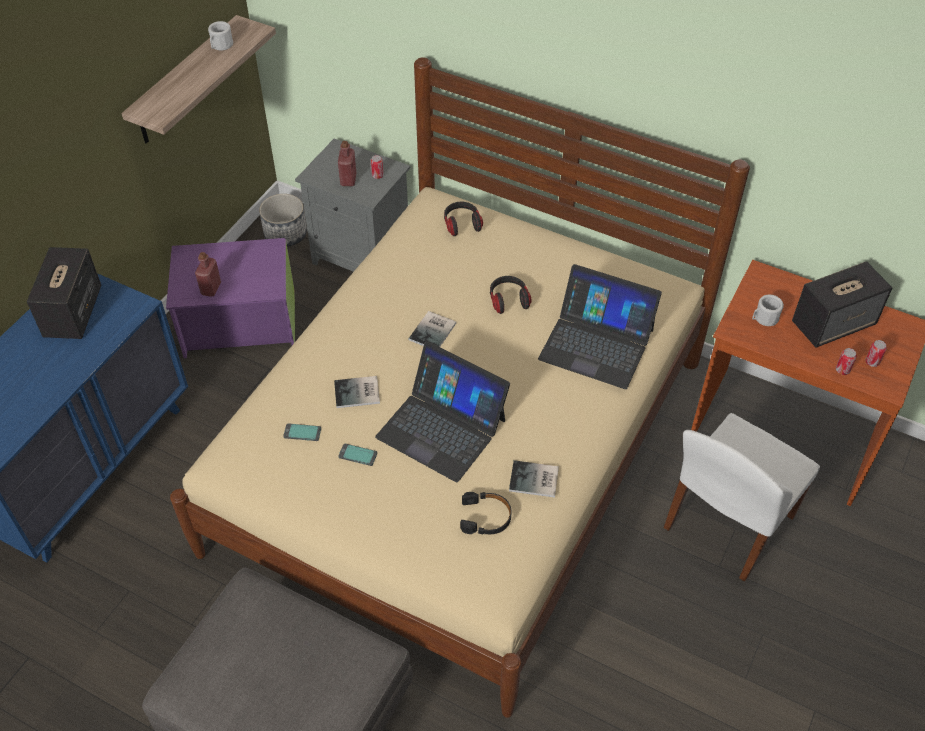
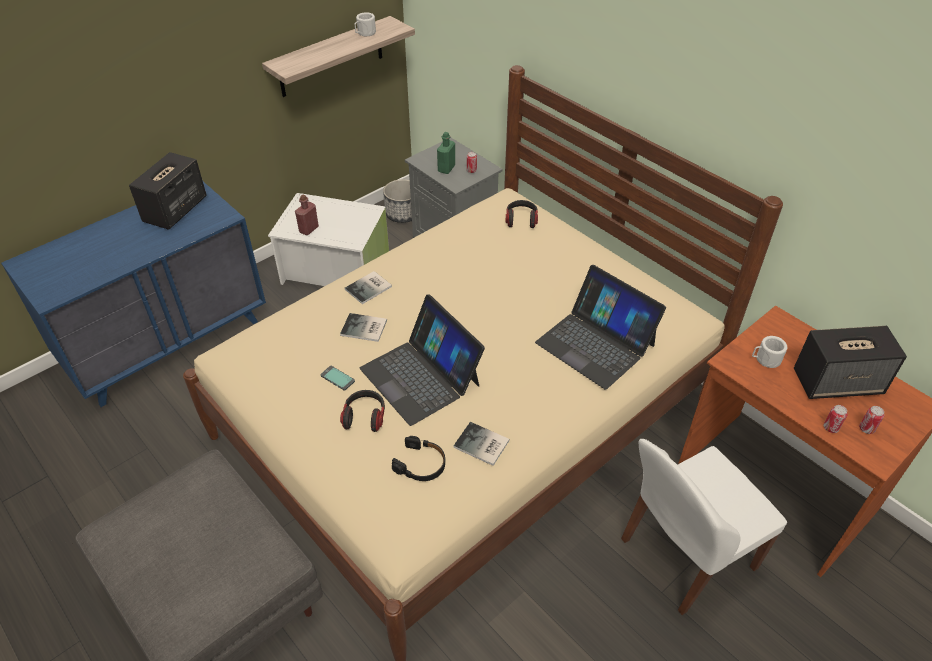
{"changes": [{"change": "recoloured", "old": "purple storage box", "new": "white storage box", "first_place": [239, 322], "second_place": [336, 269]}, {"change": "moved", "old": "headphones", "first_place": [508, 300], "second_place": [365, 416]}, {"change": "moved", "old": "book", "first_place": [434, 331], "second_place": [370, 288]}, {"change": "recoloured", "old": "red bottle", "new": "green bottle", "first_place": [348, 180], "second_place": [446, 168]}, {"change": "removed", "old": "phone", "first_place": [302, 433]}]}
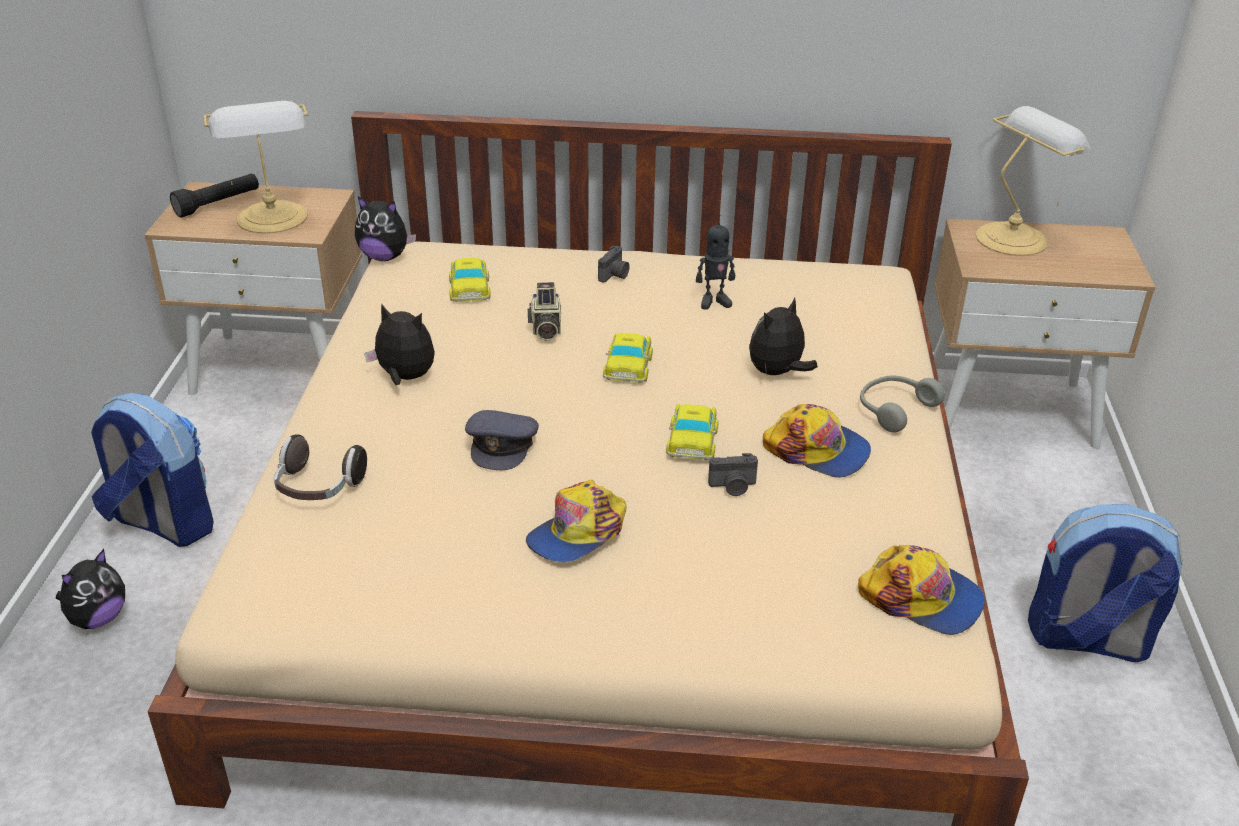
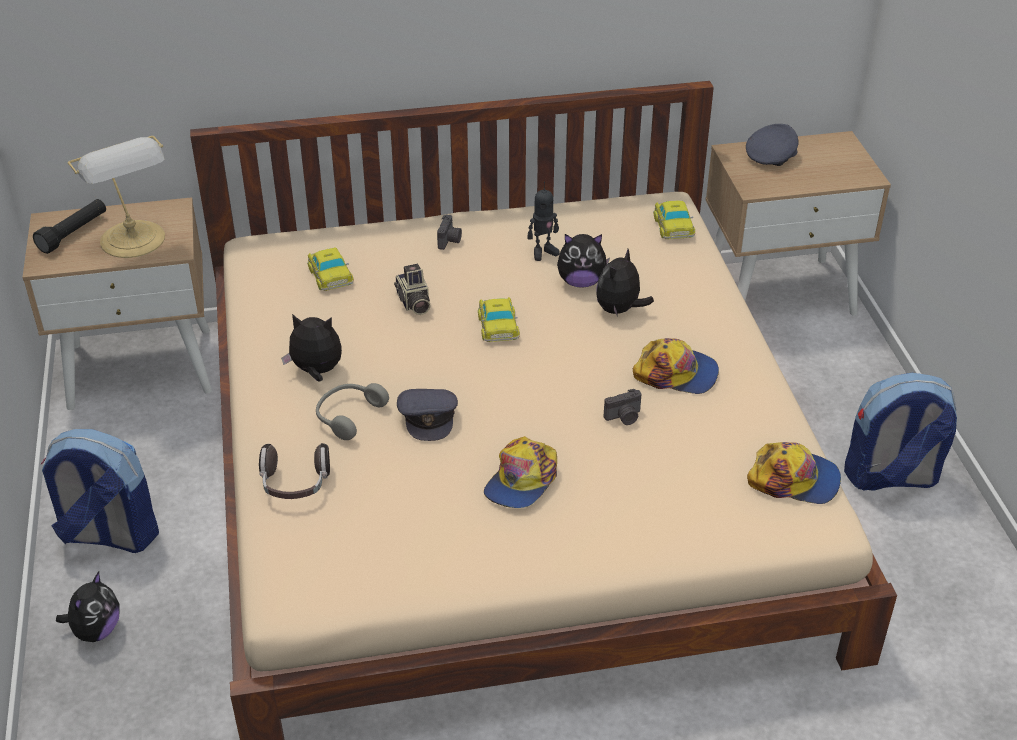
{"changes": [{"change": "moved", "old": "grey headphones", "first_place": [894, 409], "second_place": [348, 415]}, {"change": "moved", "old": "plush toy", "first_place": [385, 257], "second_place": [581, 282]}, {"change": "moved", "old": "toy car", "first_place": [692, 439], "second_place": [673, 225]}, {"change": "replaced", "old": "table lamp", "new": "grey cap", "first_place": [1014, 238], "second_place": [771, 155]}]}
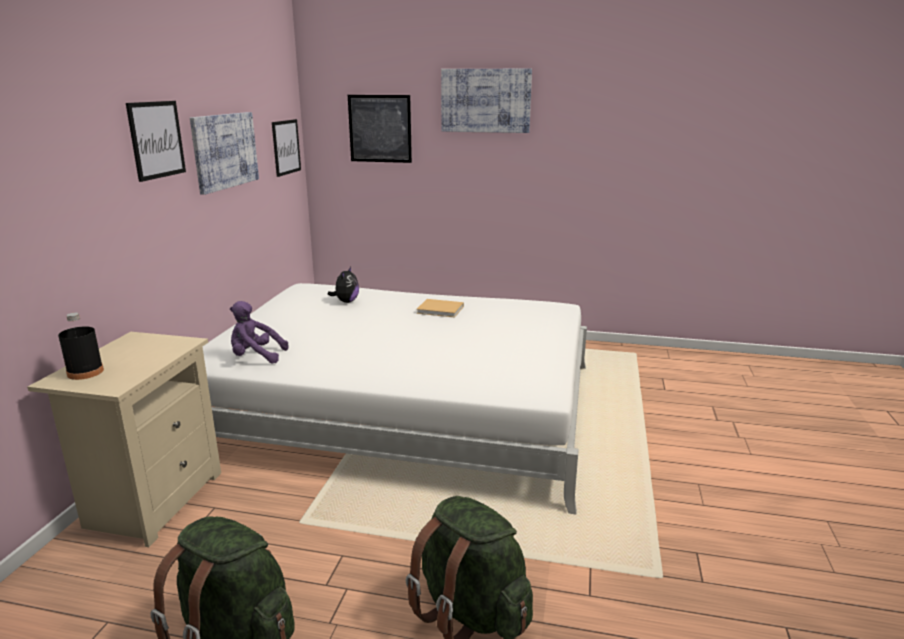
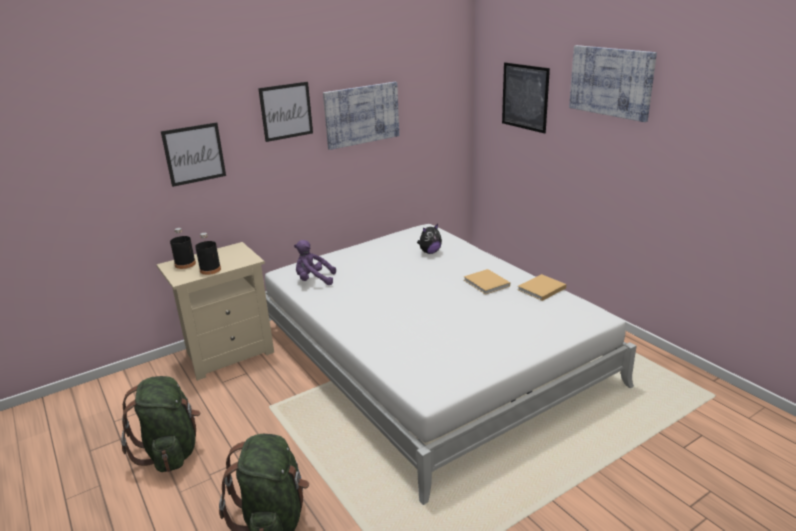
{"changes": [{"change": "moved", "old": "picture", "first_place": [286, 147], "second_place": [194, 154]}, {"change": "added", "new": "black bottle", "second_place": [210, 270]}, {"change": "turned", "old": "purple plush toy", "first_place": [256, 357], "second_place": [314, 280], "degrees": -45}, {"change": "added", "new": "beige book", "second_place": [540, 289]}]}
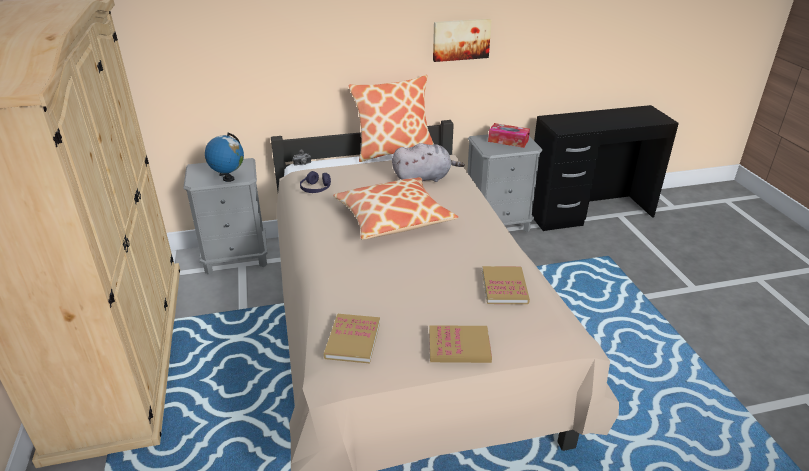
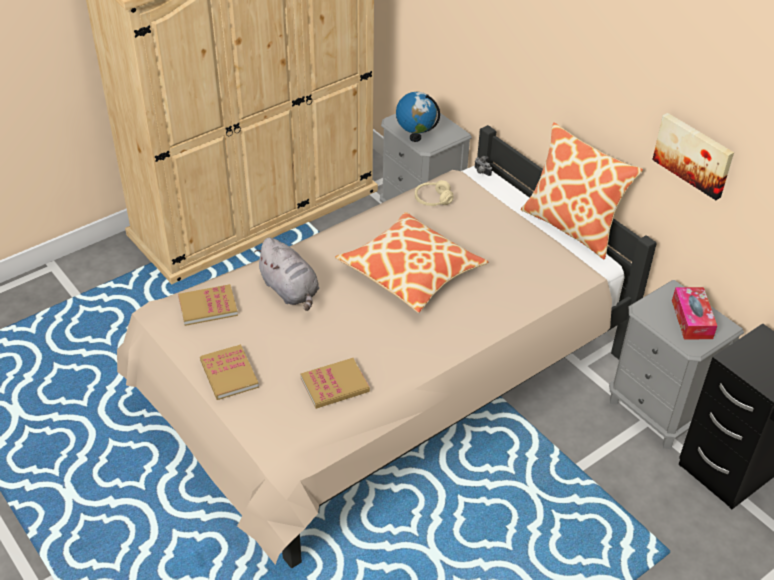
{"changes": [{"change": "moved", "old": "grey plush toy", "first_place": [424, 178], "second_place": [290, 291]}, {"change": "recoloured", "old": "purple headphones", "new": "beige headphones", "first_place": [316, 189], "second_place": [433, 199]}]}
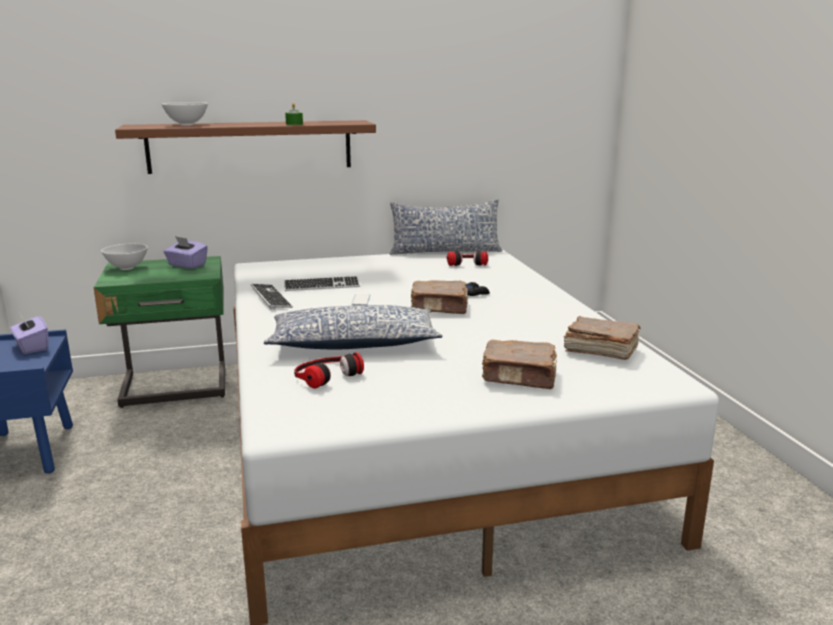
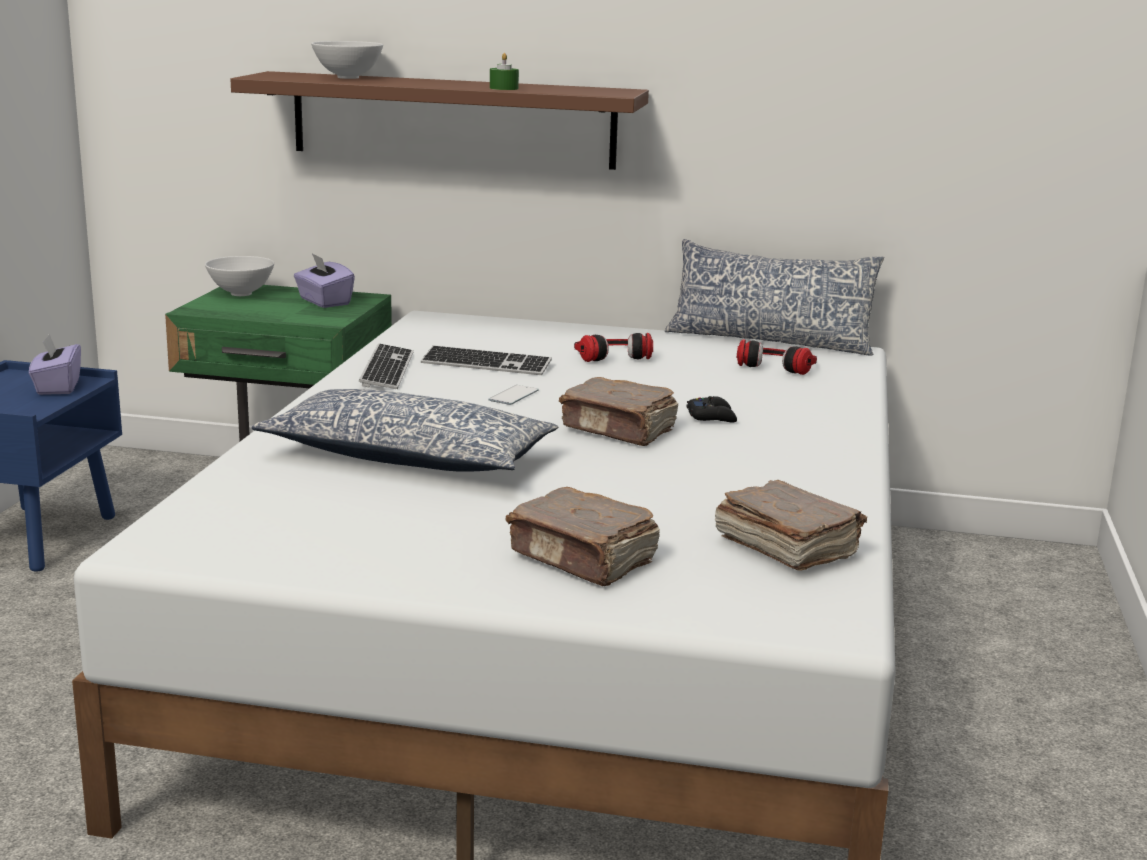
{"changes": [{"change": "moved", "old": "headphones", "first_place": [325, 374], "second_place": [611, 354]}]}
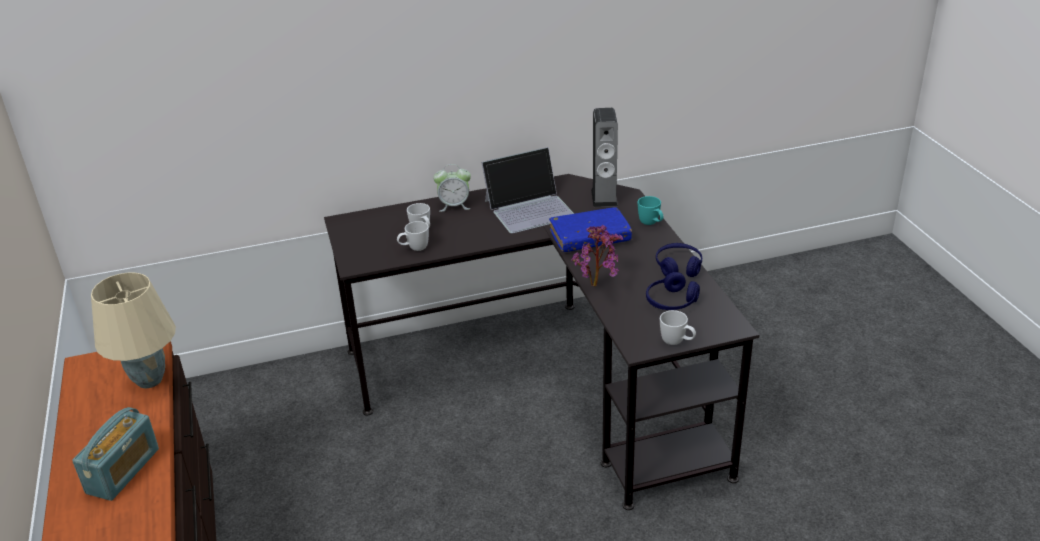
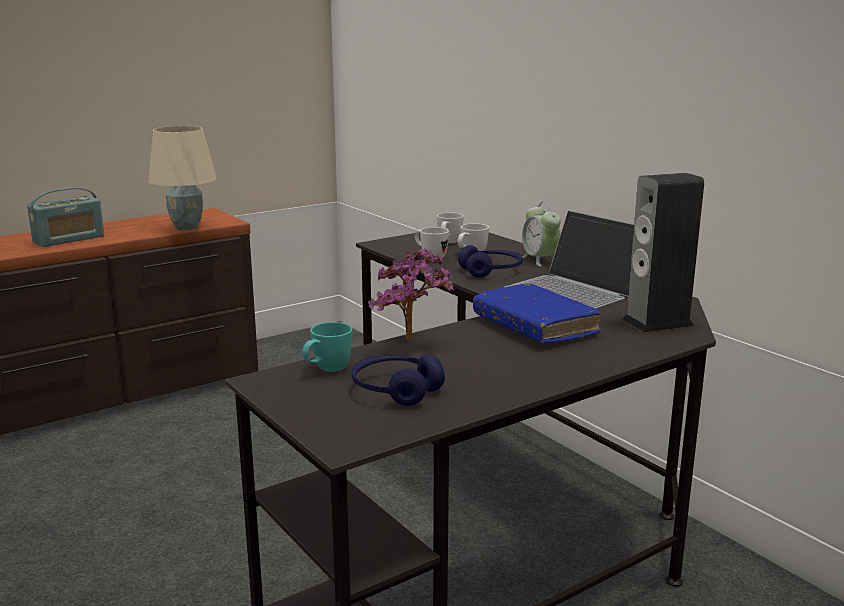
{"changes": [{"change": "turned", "old": "radio", "first_place": [123, 471], "second_place": [69, 239], "degrees": -45}, {"change": "moved", "old": "turquoise mug", "first_place": [651, 224], "second_place": [326, 371]}, {"change": "moved", "old": "white mug", "first_place": [677, 342], "second_place": [448, 243]}, {"change": "moved", "old": "blue headphones", "first_place": [678, 267], "second_place": [491, 271]}]}
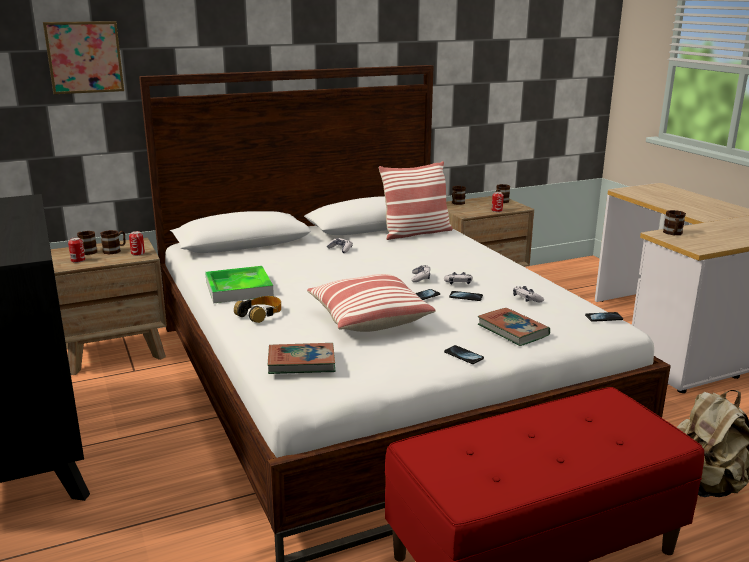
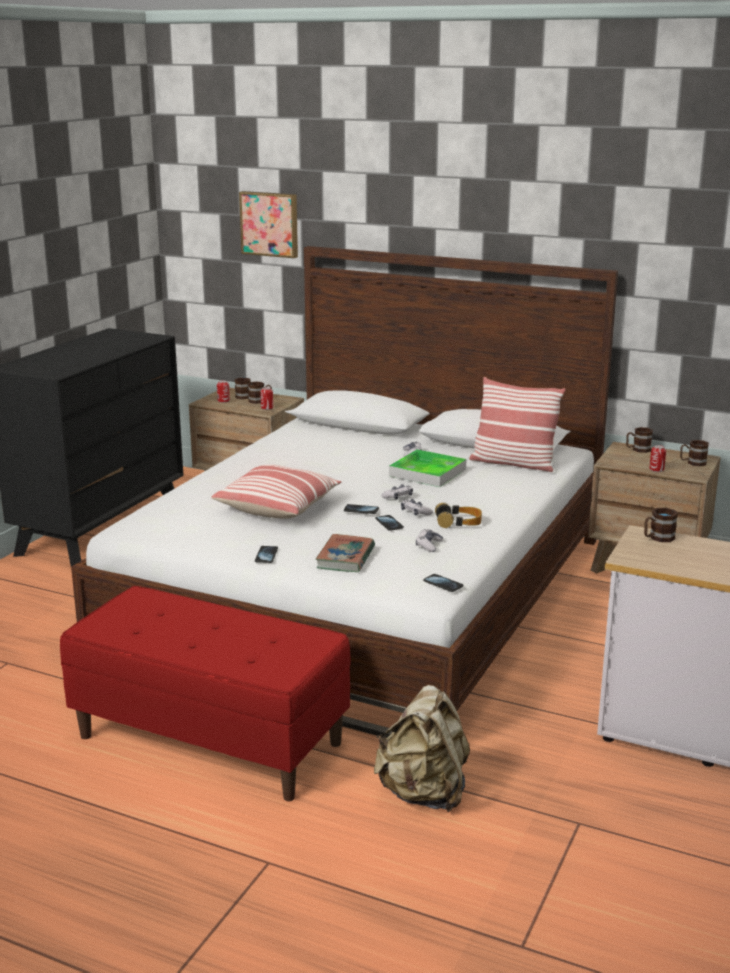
{"changes": [{"change": "moved", "old": "tray", "first_place": [239, 289], "second_place": [427, 473]}, {"change": "moved", "old": "headphones", "first_place": [260, 314], "second_place": [458, 522]}, {"change": "removed", "old": "book", "first_place": [301, 363]}]}
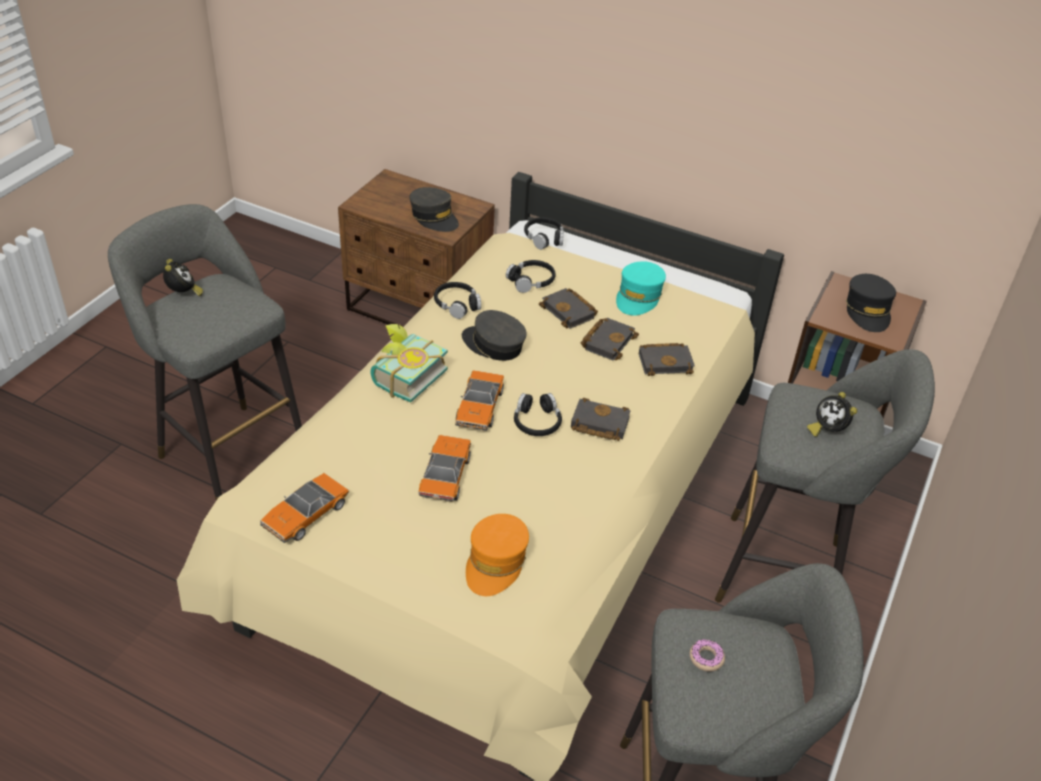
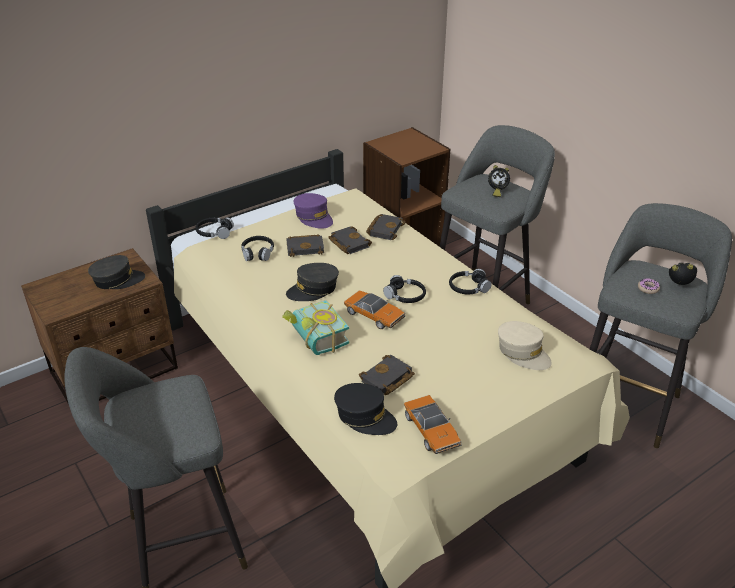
{"changes": [{"change": "recoloured", "old": "turquoise cap", "new": "purple cap", "first_place": [639, 296], "second_place": [314, 217]}, {"change": "moved", "old": "black cap", "first_place": [868, 311], "second_place": [365, 416]}, {"change": "moved", "old": "black book", "first_place": [598, 424], "second_place": [387, 379]}, {"change": "moved", "old": "black headphones", "first_place": [457, 304], "second_place": [468, 288]}, {"change": "recoloured", "old": "orange cap", "new": "beige cap", "first_place": [496, 562], "second_place": [523, 352]}, {"change": "moved", "old": "alarm clock", "first_place": [184, 294], "second_place": [679, 285]}, {"change": "removed", "old": "toy car", "first_place": [445, 475]}]}
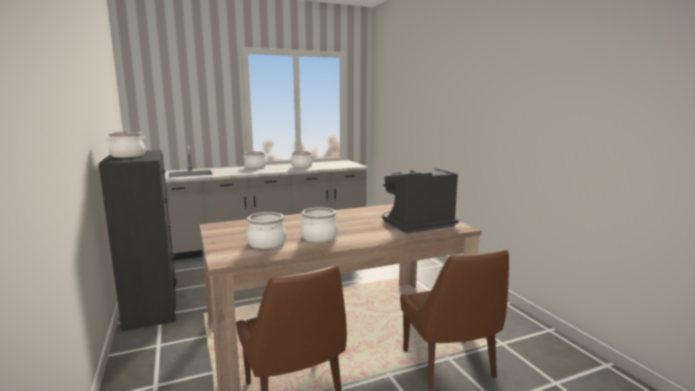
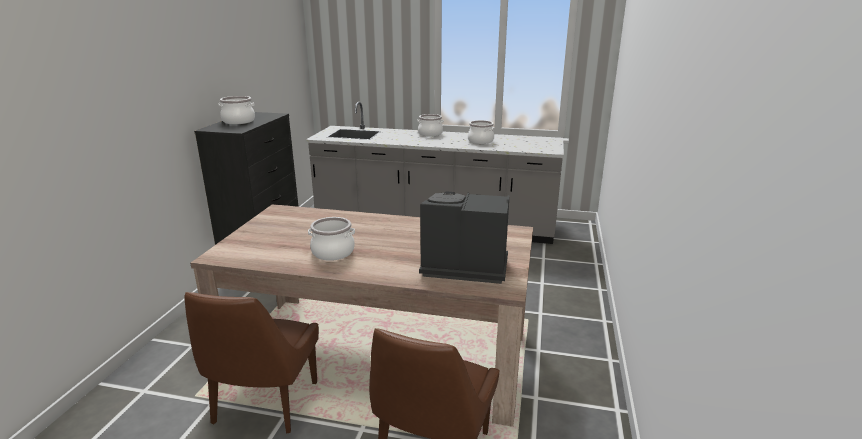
{"changes": [{"change": "removed", "old": "cooking pot", "first_place": [266, 243]}]}
